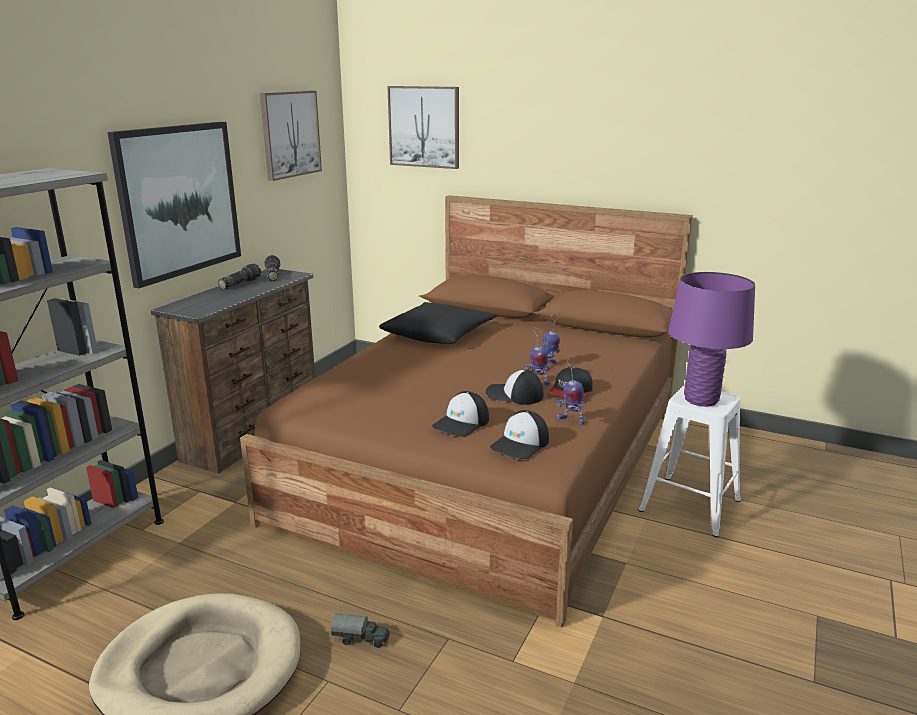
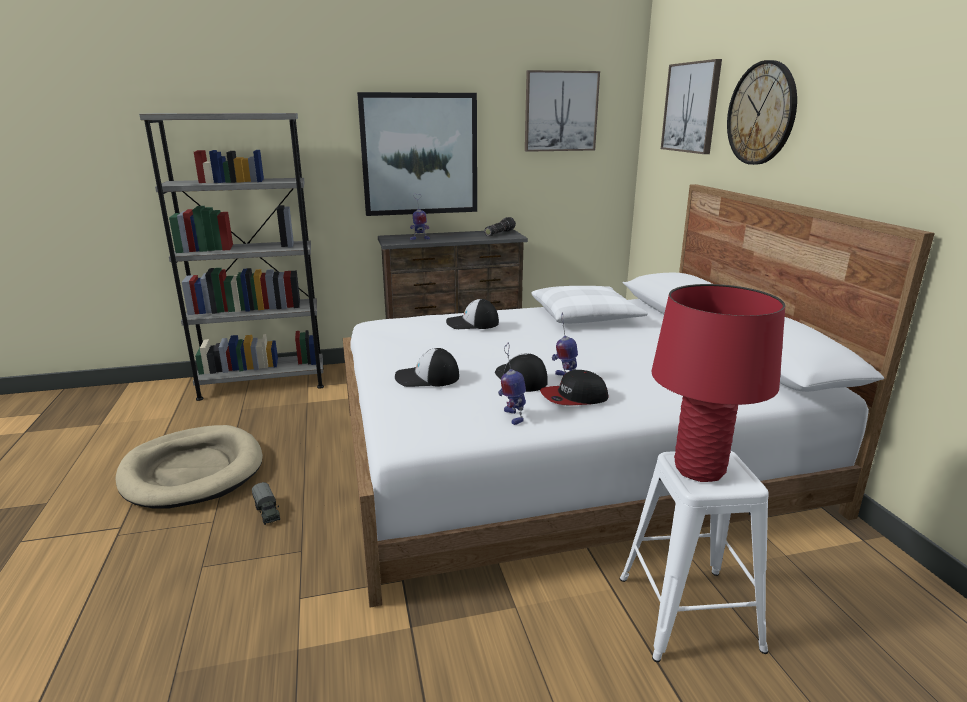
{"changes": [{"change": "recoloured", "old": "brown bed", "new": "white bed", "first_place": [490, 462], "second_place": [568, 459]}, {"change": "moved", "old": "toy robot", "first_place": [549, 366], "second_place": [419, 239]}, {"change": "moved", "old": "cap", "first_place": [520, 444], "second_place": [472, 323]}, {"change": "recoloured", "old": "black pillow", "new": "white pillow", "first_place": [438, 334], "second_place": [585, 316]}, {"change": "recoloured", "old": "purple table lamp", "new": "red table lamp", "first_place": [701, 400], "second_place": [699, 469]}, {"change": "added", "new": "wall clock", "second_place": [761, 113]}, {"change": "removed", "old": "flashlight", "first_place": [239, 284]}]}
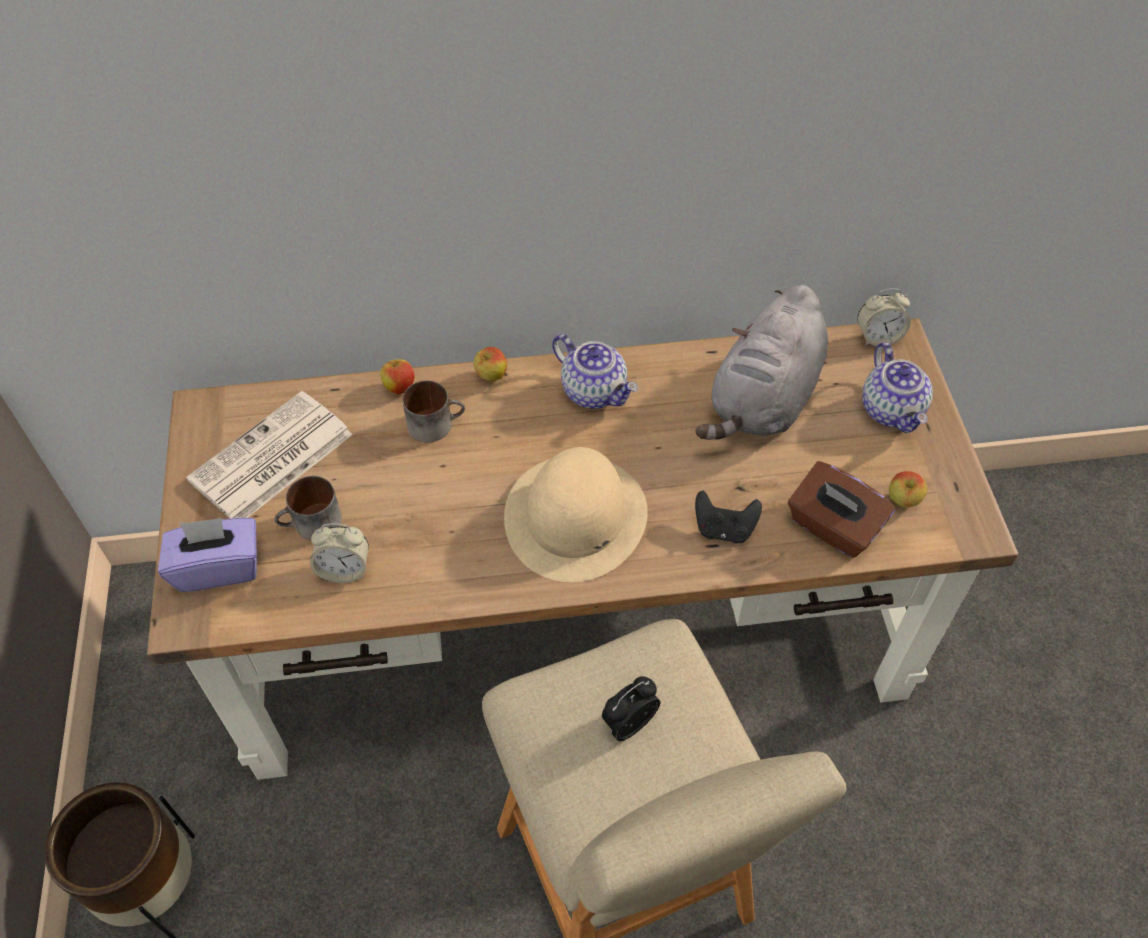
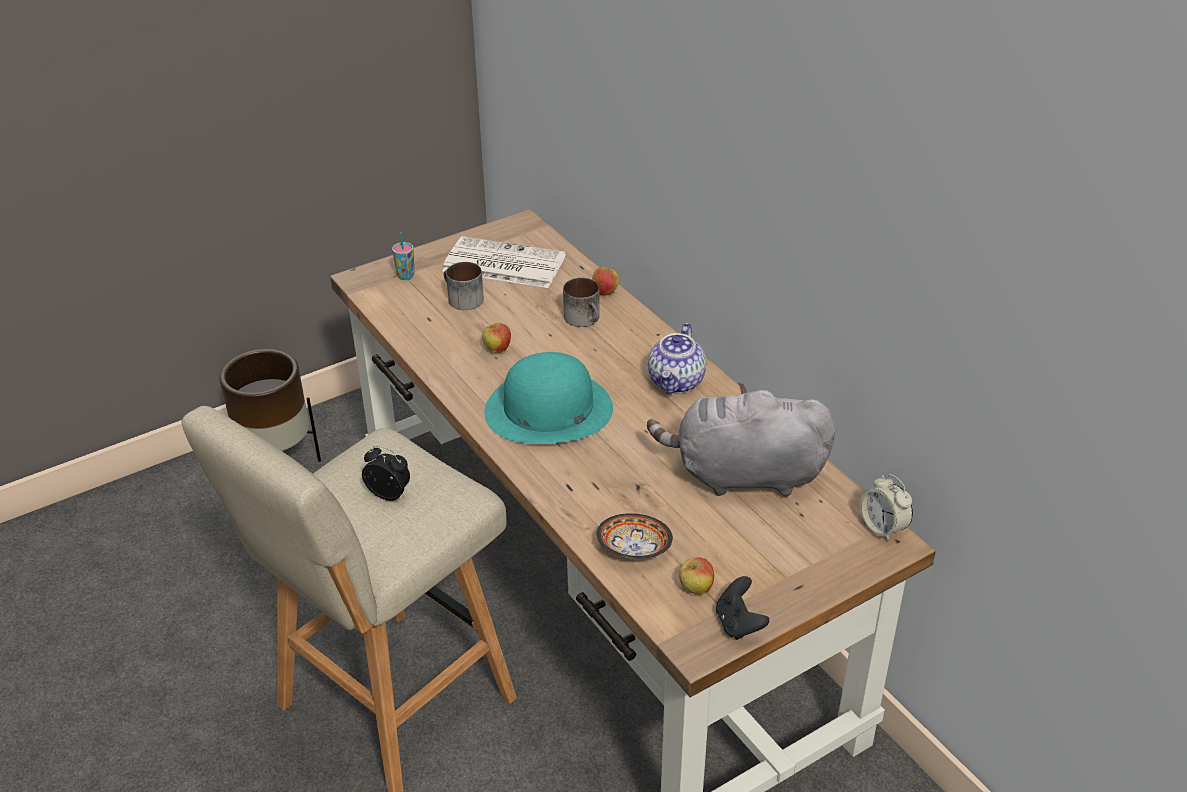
{"changes": [{"change": "replaced", "old": "purple tissue box", "new": "cup", "first_place": [218, 567], "second_place": [406, 276]}, {"change": "moved", "old": "apple", "first_place": [491, 376], "second_place": [497, 349]}, {"change": "recoloured", "old": "beige hat", "new": "turquoise hat", "first_place": [576, 517], "second_place": [548, 409]}, {"change": "replaced", "old": "brown tissue box", "new": "bowl", "first_place": [833, 527], "second_place": [635, 551]}, {"change": "moved", "old": "black game controller", "first_place": [724, 529], "second_place": [738, 623]}, {"change": "removed", "old": "alarm clock", "first_place": [344, 569]}, {"change": "removed", "old": "teapot", "first_place": [892, 410]}]}
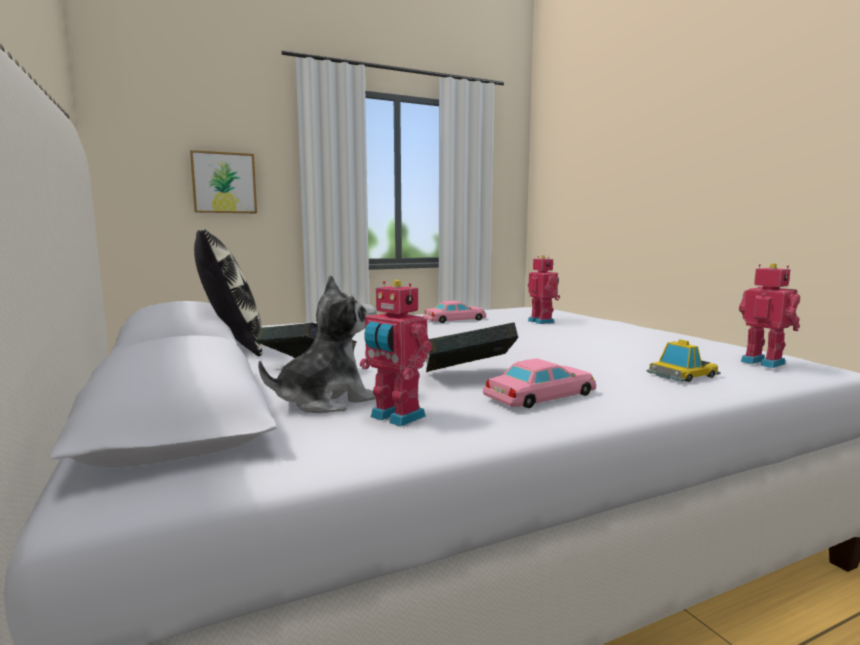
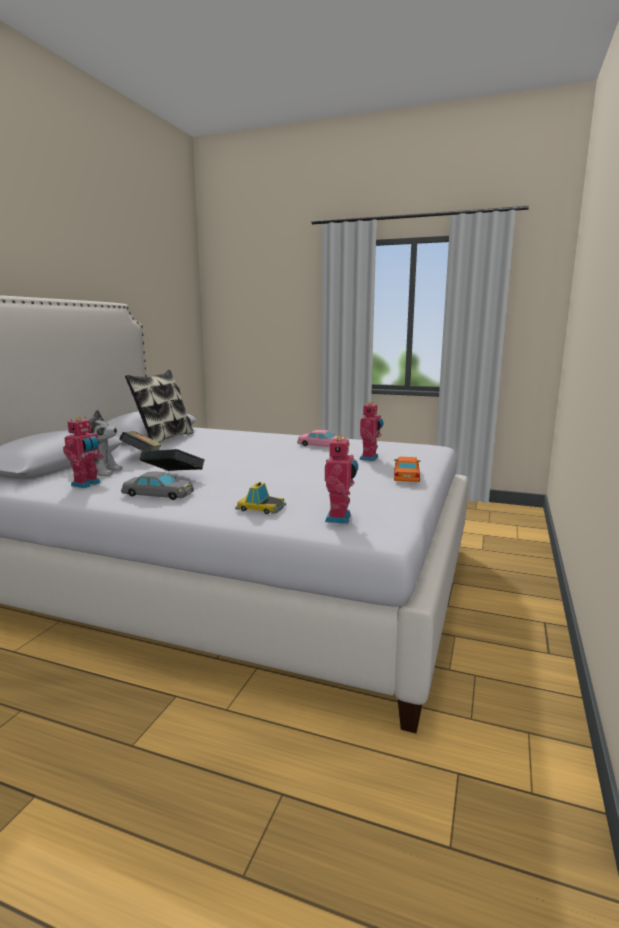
{"changes": [{"change": "turned", "old": "toy robot", "first_place": [395, 417], "second_place": [87, 484], "degrees": -150}, {"change": "recoloured", "old": "pink toy car", "new": "grey toy car", "first_place": [541, 395], "second_place": [158, 494]}, {"change": "added", "new": "orange toy car", "second_place": [406, 475]}, {"change": "removed", "old": "picture", "first_place": [224, 183]}]}
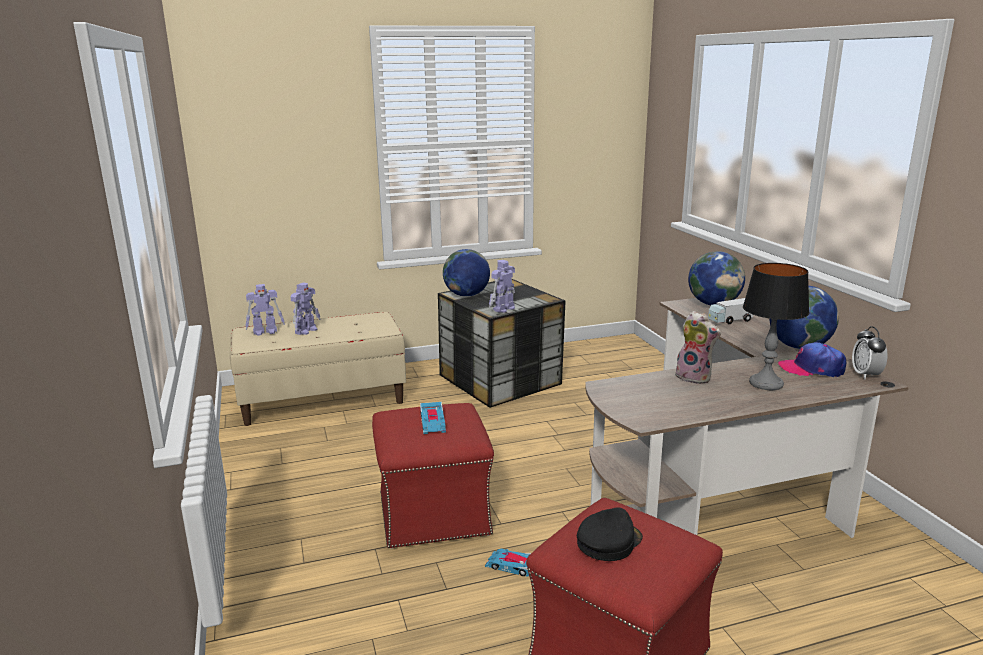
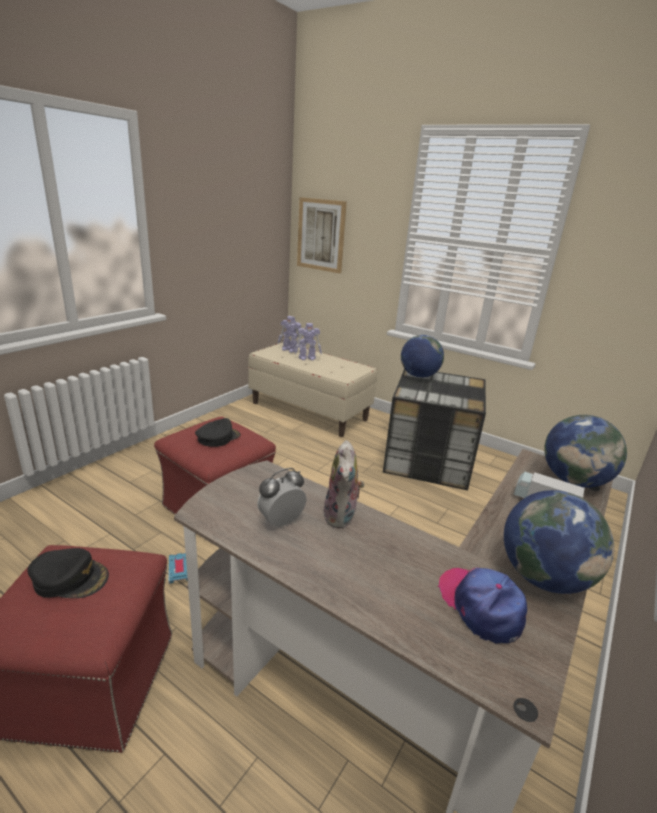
{"changes": [{"change": "replaced", "old": "toy car", "new": "black cap", "first_place": [432, 422], "second_place": [218, 437]}, {"change": "moved", "old": "alarm clock", "first_place": [866, 375], "second_place": [281, 522]}, {"change": "added", "new": "picture", "second_place": [321, 235]}, {"change": "removed", "old": "toy robot", "first_place": [503, 309]}, {"change": "removed", "old": "table lamp", "first_place": [765, 383]}]}
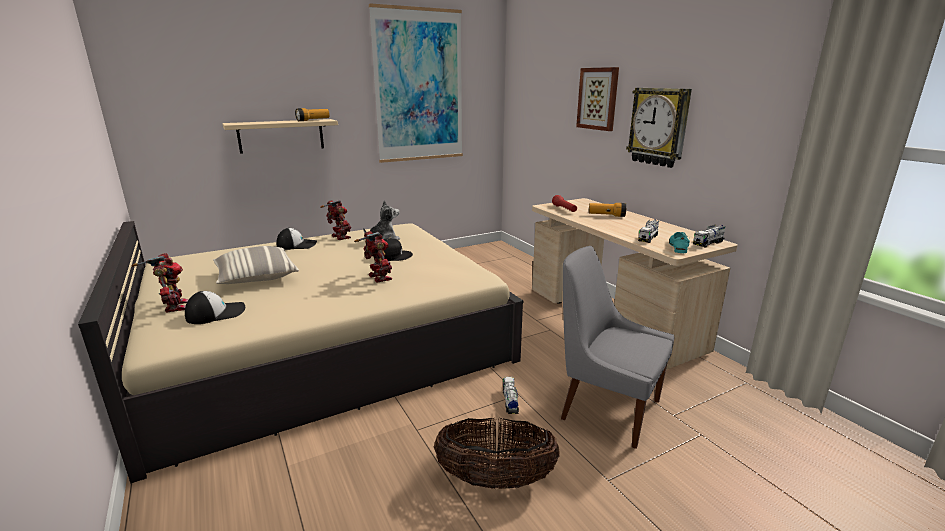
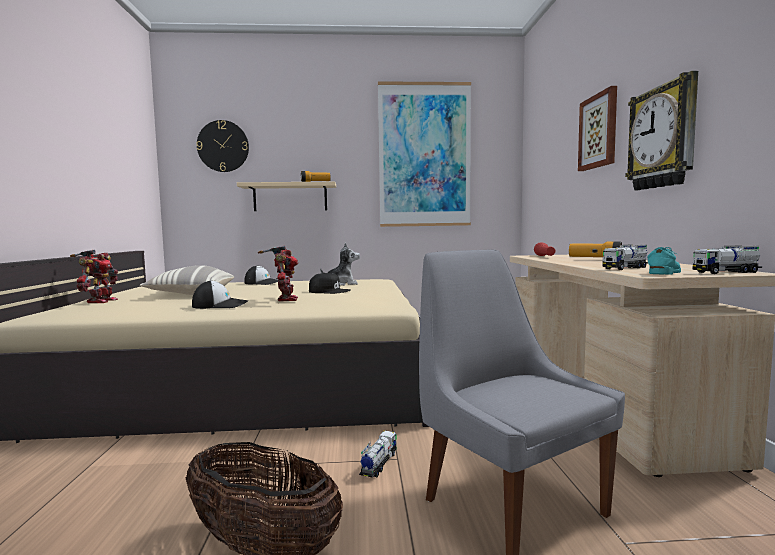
{"changes": [{"change": "moved", "old": "cap", "first_place": [216, 313], "second_place": [221, 305]}, {"change": "added", "new": "wall clock", "second_place": [223, 146]}, {"change": "removed", "old": "toy robot", "first_place": [339, 237]}]}
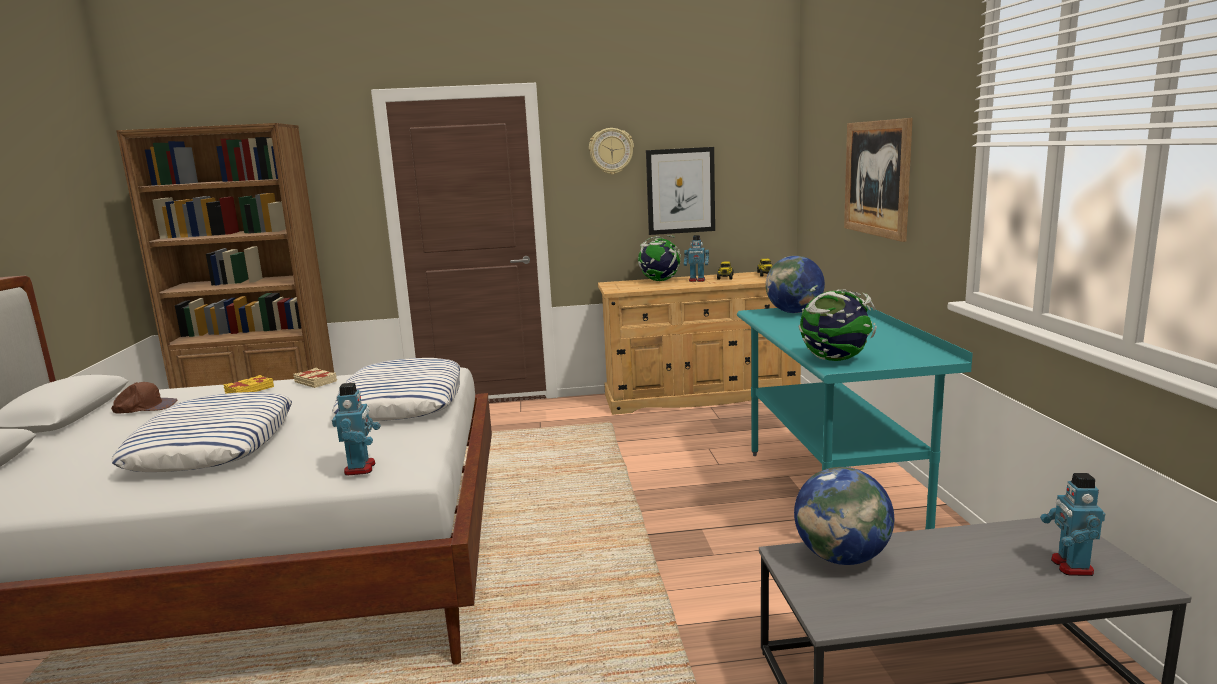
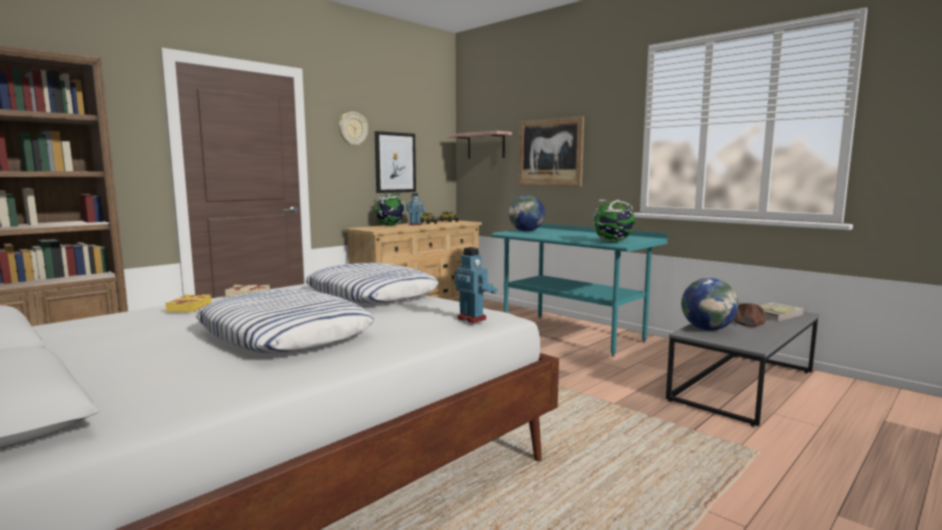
{"changes": [{"change": "added", "new": "shelf", "second_place": [486, 146]}, {"change": "moved", "old": "brown cap", "first_place": [145, 407], "second_place": [748, 321]}, {"change": "replaced", "old": "toy robot", "new": "book", "first_place": [1070, 566], "second_place": [775, 314]}]}
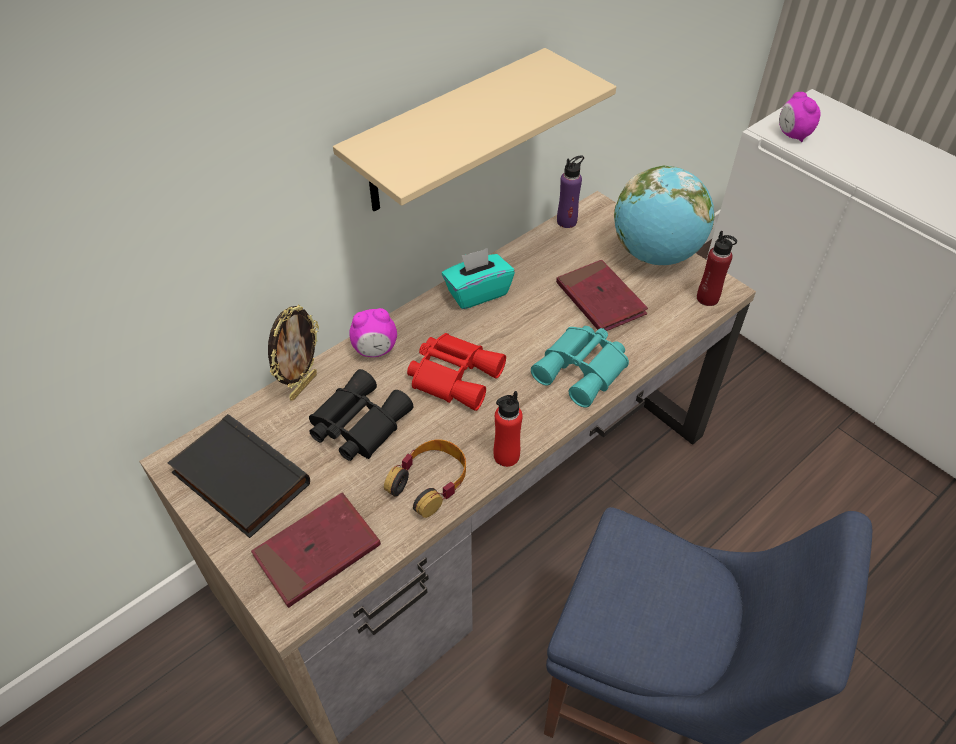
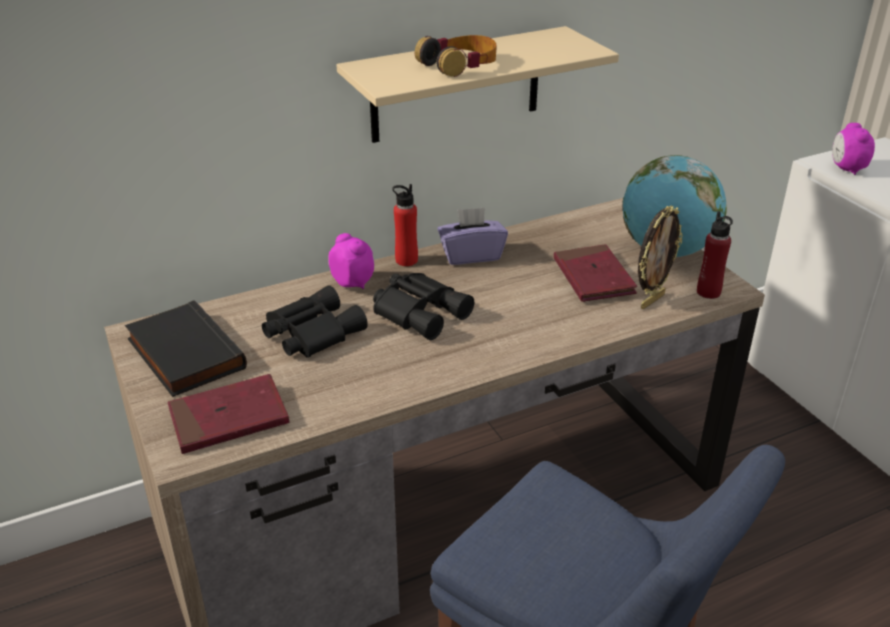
{"changes": [{"change": "turned", "old": "alarm clock", "first_place": [375, 350], "second_place": [353, 282], "degrees": -135}, {"change": "recoloured", "old": "red binoculars", "new": "black binoculars", "first_place": [455, 374], "second_place": [421, 311]}, {"change": "moved", "old": "red bottle", "first_place": [506, 456], "second_place": [406, 260]}, {"change": "moved", "old": "headphones", "first_place": [430, 481], "second_place": [459, 64]}, {"change": "recoloured", "old": "turquoise tissue box", "new": "purple tissue box", "first_place": [477, 292], "second_place": [471, 255]}, {"change": "moved", "old": "picture frame", "first_place": [302, 386], "second_place": [651, 300]}, {"change": "removed", "old": "turquoise binoculars", "first_place": [583, 370]}, {"change": "removed", "old": "purple bottle", "first_place": [567, 221]}]}
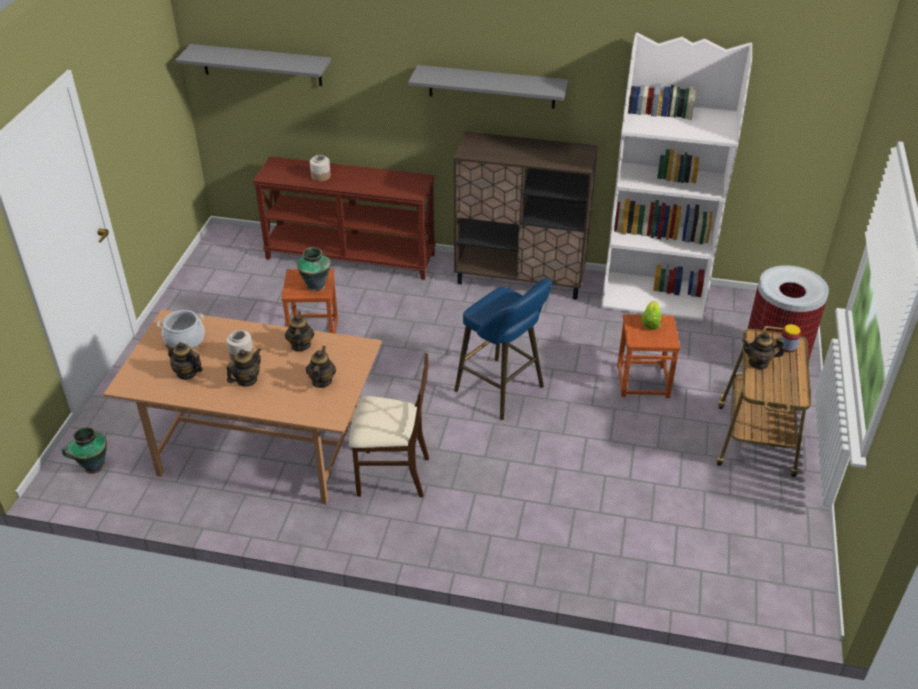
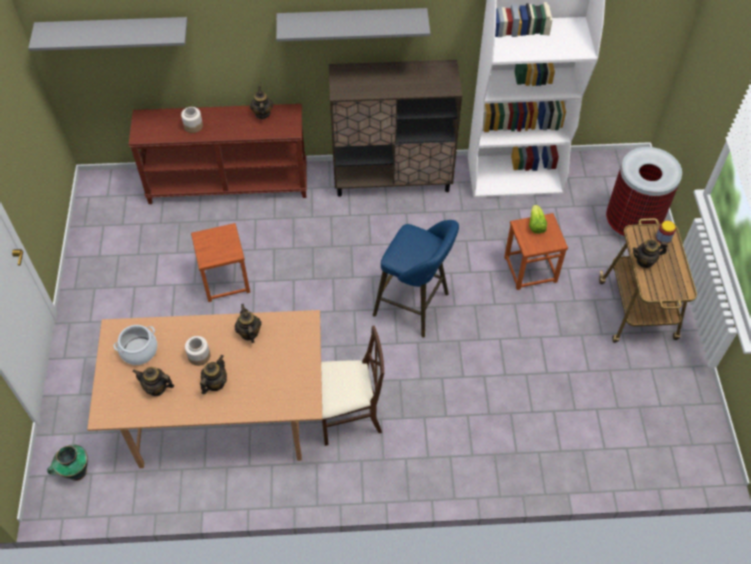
{"changes": [{"change": "moved", "old": "teapot", "first_place": [321, 381], "second_place": [262, 114]}, {"change": "removed", "old": "vase", "first_place": [316, 285]}]}
